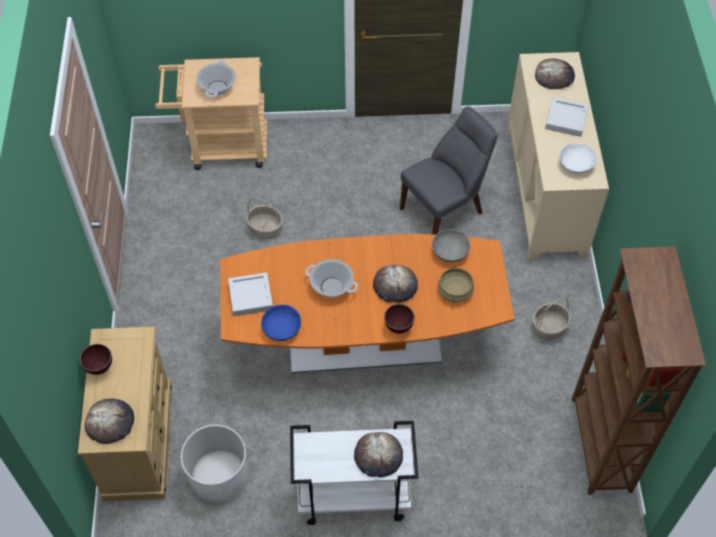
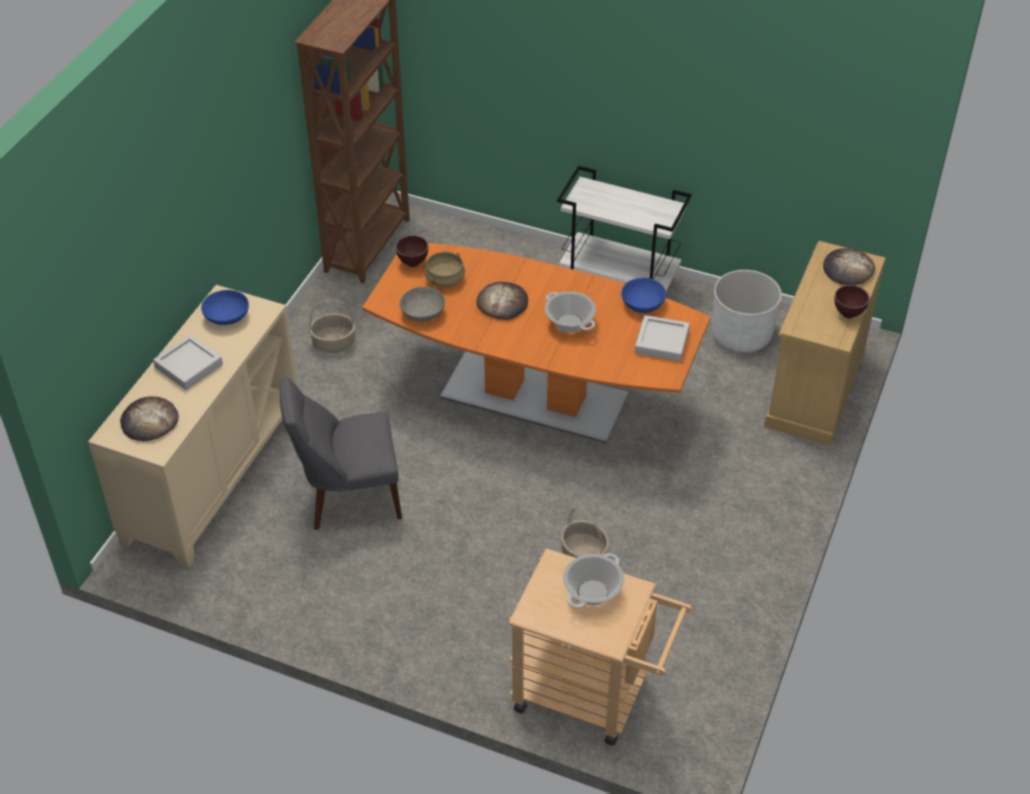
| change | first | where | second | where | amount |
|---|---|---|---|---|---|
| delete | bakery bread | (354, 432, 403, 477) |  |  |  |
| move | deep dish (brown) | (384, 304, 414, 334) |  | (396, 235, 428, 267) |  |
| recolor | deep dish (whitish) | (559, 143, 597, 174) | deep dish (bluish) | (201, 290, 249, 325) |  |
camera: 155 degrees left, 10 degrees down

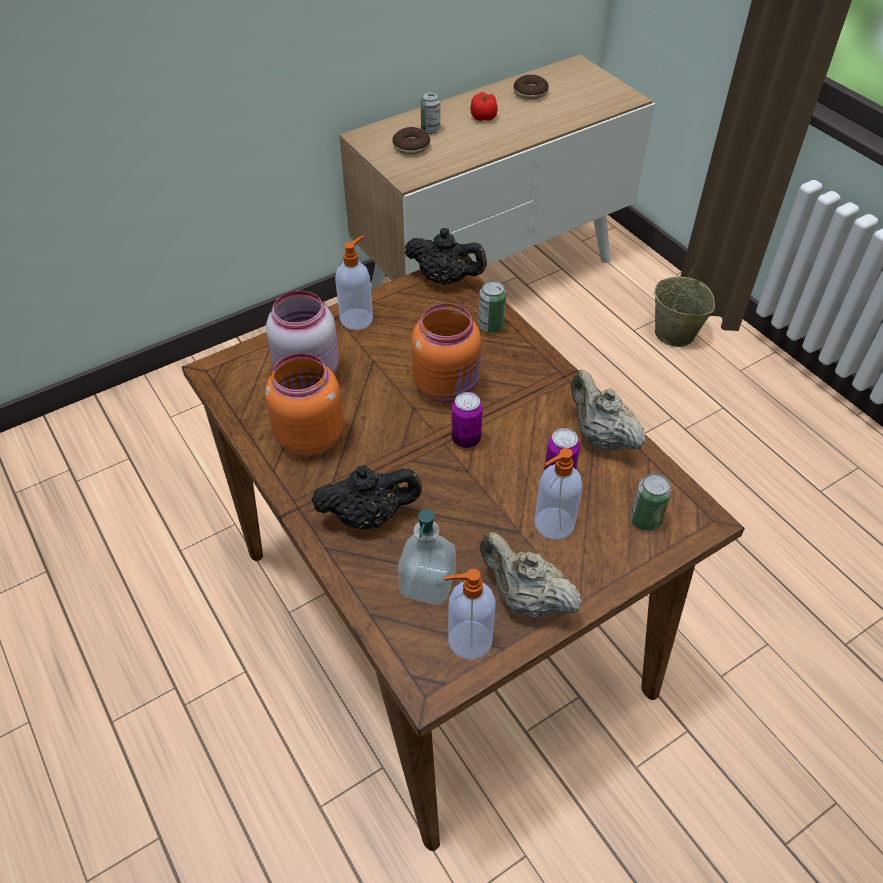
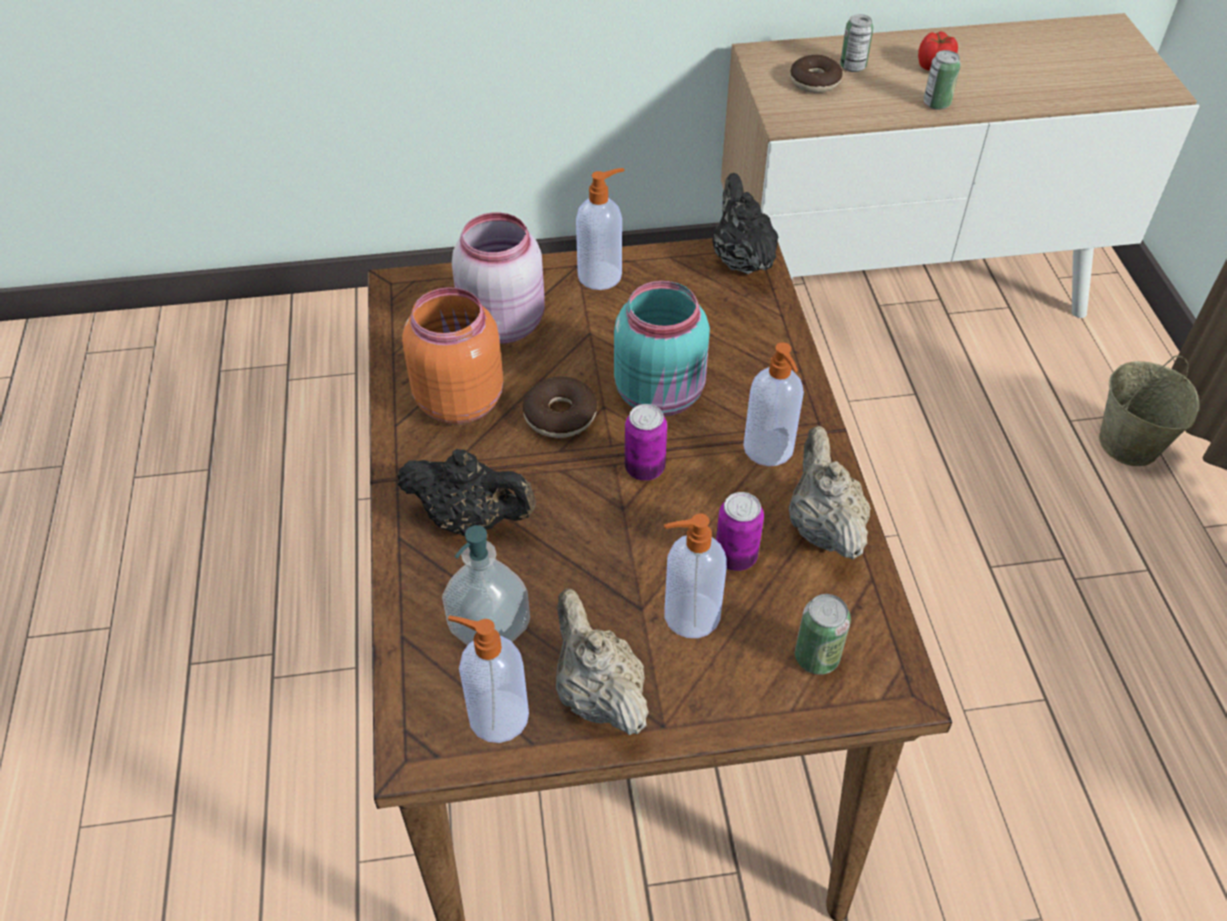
| change | first | where | second | where | amount |
|---|---|---|---|---|---|
| rotate | pot for tea (blackish) | (405, 228, 487, 285) |  | (712, 173, 778, 274) | 150 degrees counterclockwise |
| recolor | jar (orange-coloured) | (411, 303, 481, 403) | jar (turquoise-coloured) | (614, 281, 710, 417) |  |
| move | sealed can | (478, 281, 506, 333) |  | (923, 50, 961, 110) |  |
| move | ring doughnut | (513, 75, 549, 100) |  | (523, 376, 598, 438) |  |
| insert |  |  | liquid soap bottle | (743, 343, 804, 466) |  |
camera: 25 degrees right, 0 degrees up

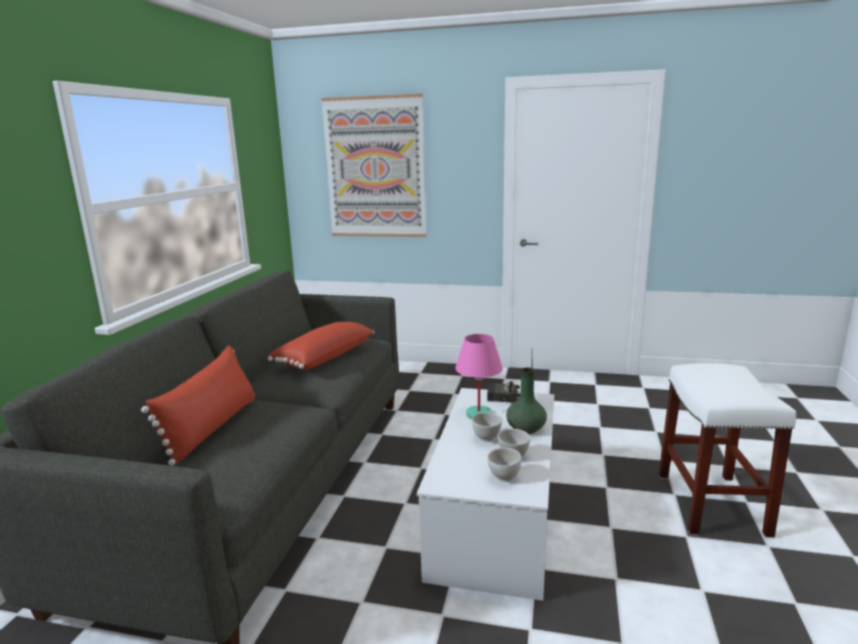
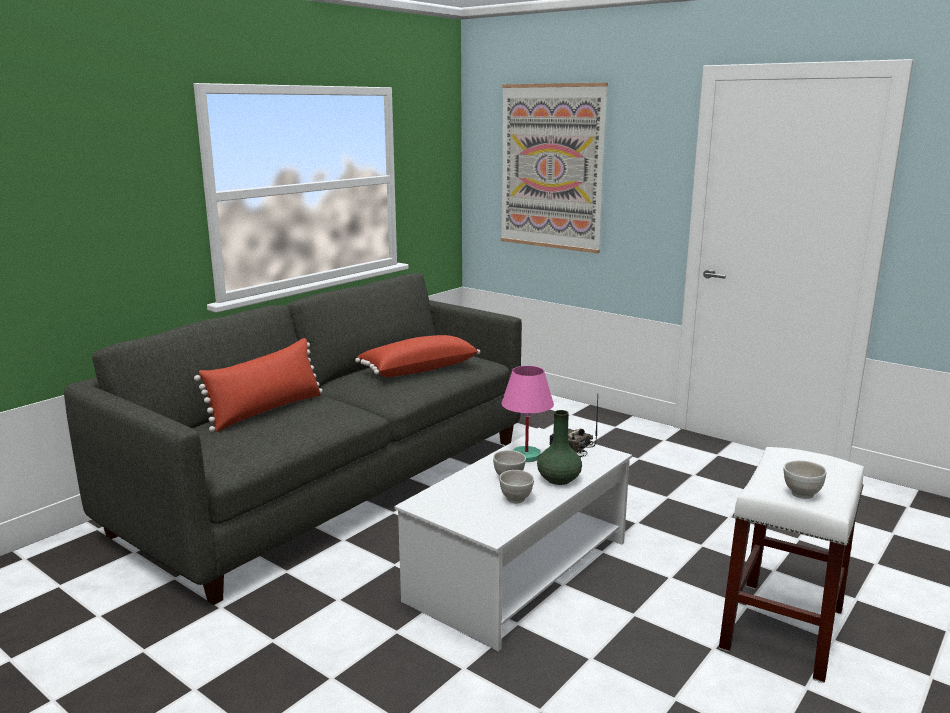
| change | first | where | second | where | amount |
|---|---|---|---|---|---|
| move | deep dish (whitish) | (487, 448, 521, 482) |  | (784, 460, 826, 499) |  |
camera: 25 degrees right, 0 degrees up

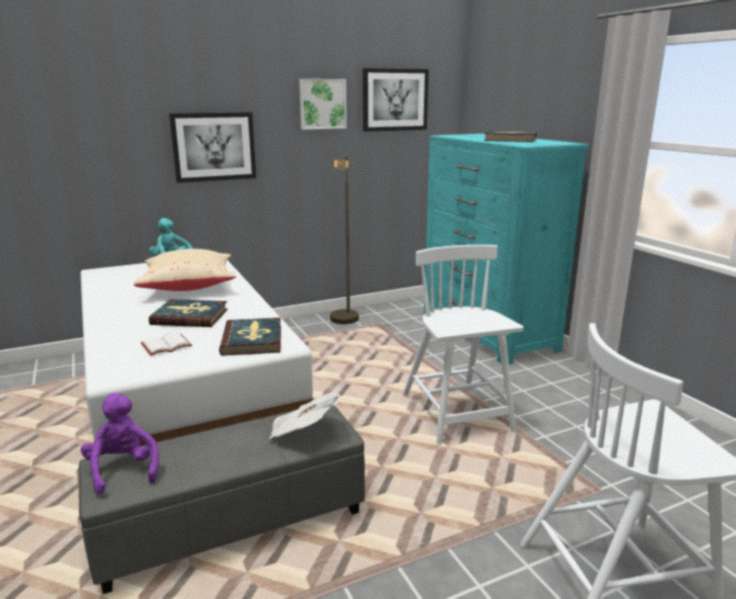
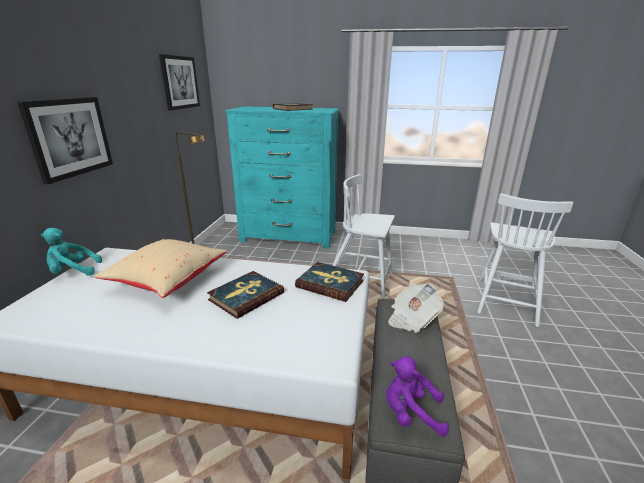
| change | first | where | second | where | amount |
|---|---|---|---|---|---|
| delete | bound book (whitish) | (141, 332, 192, 356) |  |  |  |
| delete | wall art | (299, 79, 347, 130) |  |  |  |
camera: 55 degrees left, 5 degrees up

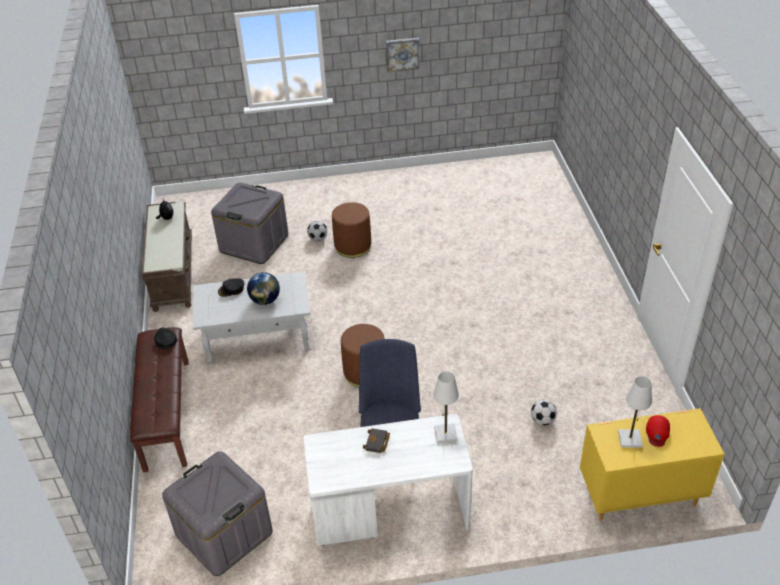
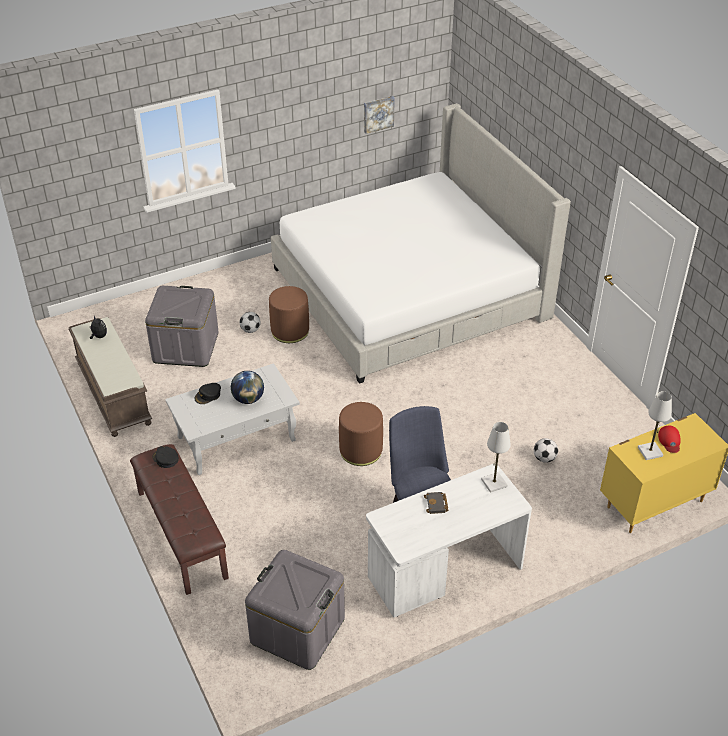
| change | first | where | second | where | amount |
|---|---|---|---|---|---|
| move | wall art | (386, 38, 419, 72) |  | (364, 96, 395, 134) |  |
| insert |  |  | bed | (271, 103, 571, 384) |  |
camera: 20 degrees left, 0 degrees up

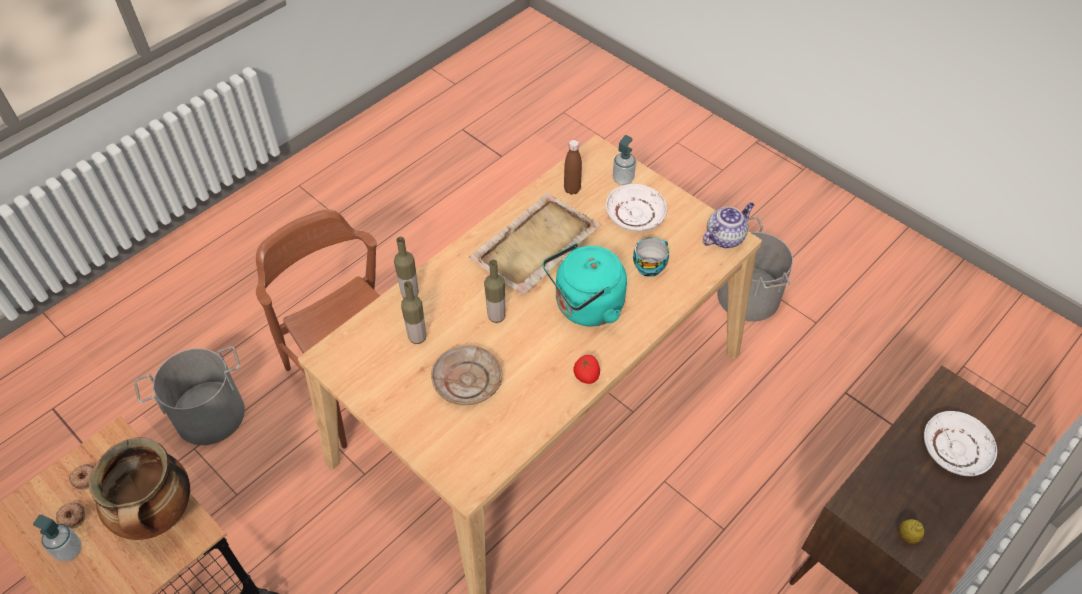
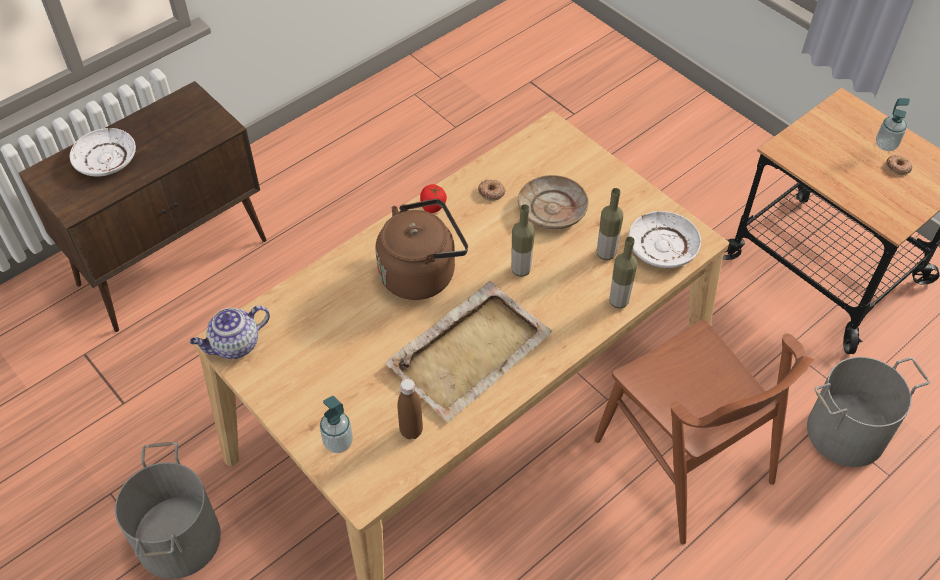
| change | first | where | second | where | amount |
|---|---|---|---|---|---|
| move | ring doughnut | (68, 464, 95, 490) |  | (478, 180, 505, 201) |  |
| delete | cooking pot | (89, 437, 190, 540) |  |  |  |
| recolor | tea kettle (turquoise-coloured) | (543, 243, 627, 326) | tea kettle (brown) | (375, 199, 468, 300) |  |
| move | flat dish (whitish) | (606, 184, 667, 231) |  | (629, 211, 701, 268) |  |
| delete | drinking cup | (633, 237, 669, 277) |  |  |  |
| delete | whole lemon | (898, 519, 924, 544) |  |  |  |
camera: 175 degrees left, 0 degrees up

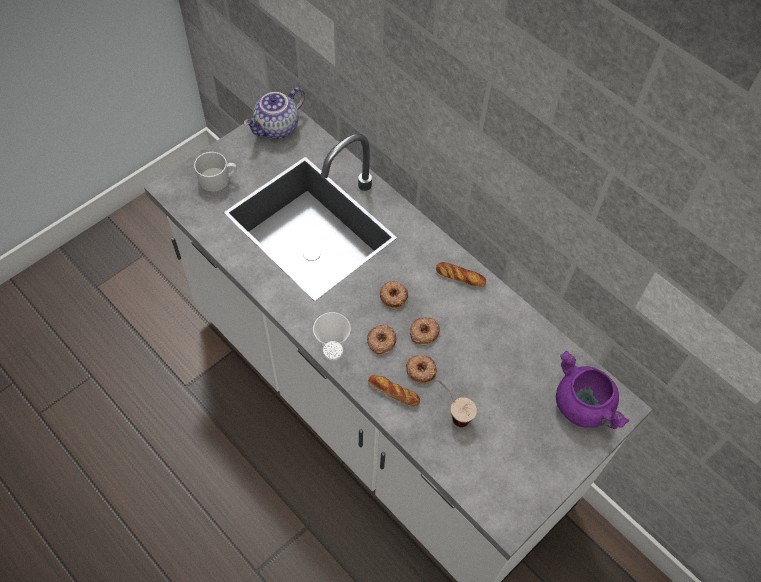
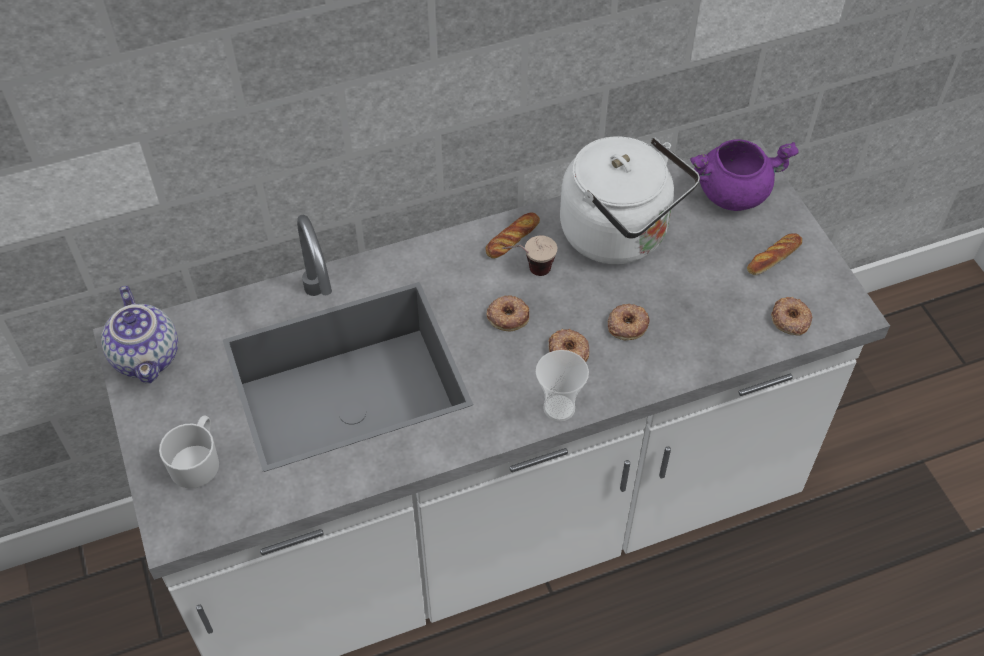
| change | first | where | second | where | amount |
|---|---|---|---|---|---|
| move | bakery bread | (368, 375, 420, 407) |  | (747, 234, 802, 275) |  |
| move | ring doughnut | (410, 317, 440, 346) |  | (771, 297, 812, 336) |  |
| move | drinking cup | (438, 381, 477, 427) |  | (502, 235, 557, 276) |  |
| insert |  |  | tea kettle (whitish) | (560, 136, 700, 264) |  |
camera: 65 degrees left, 5 degrees down

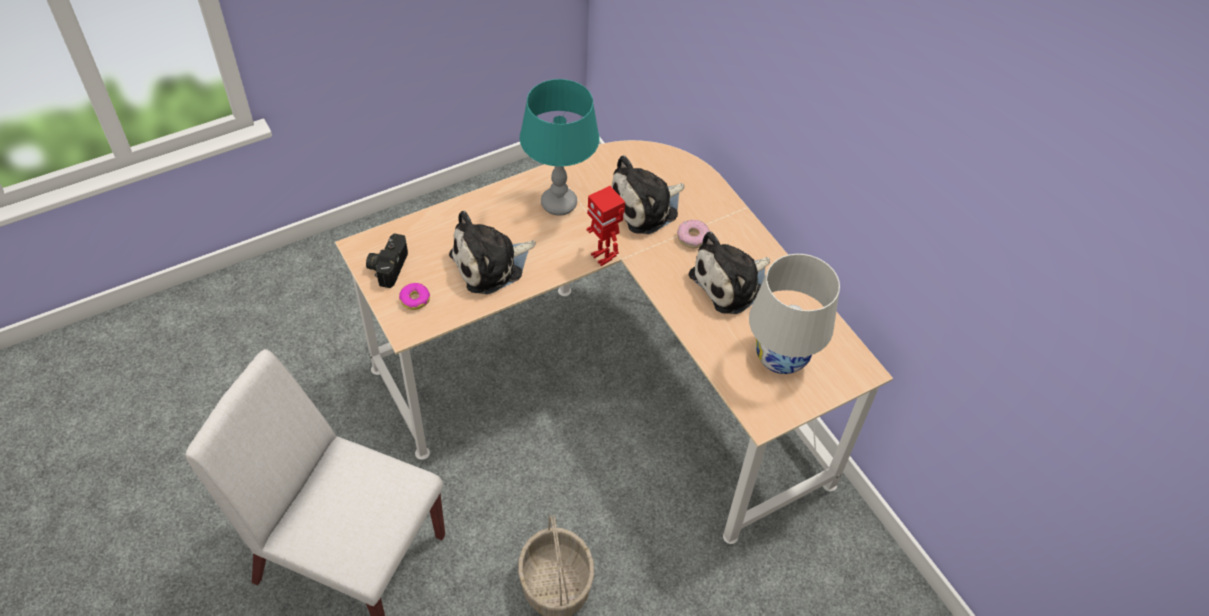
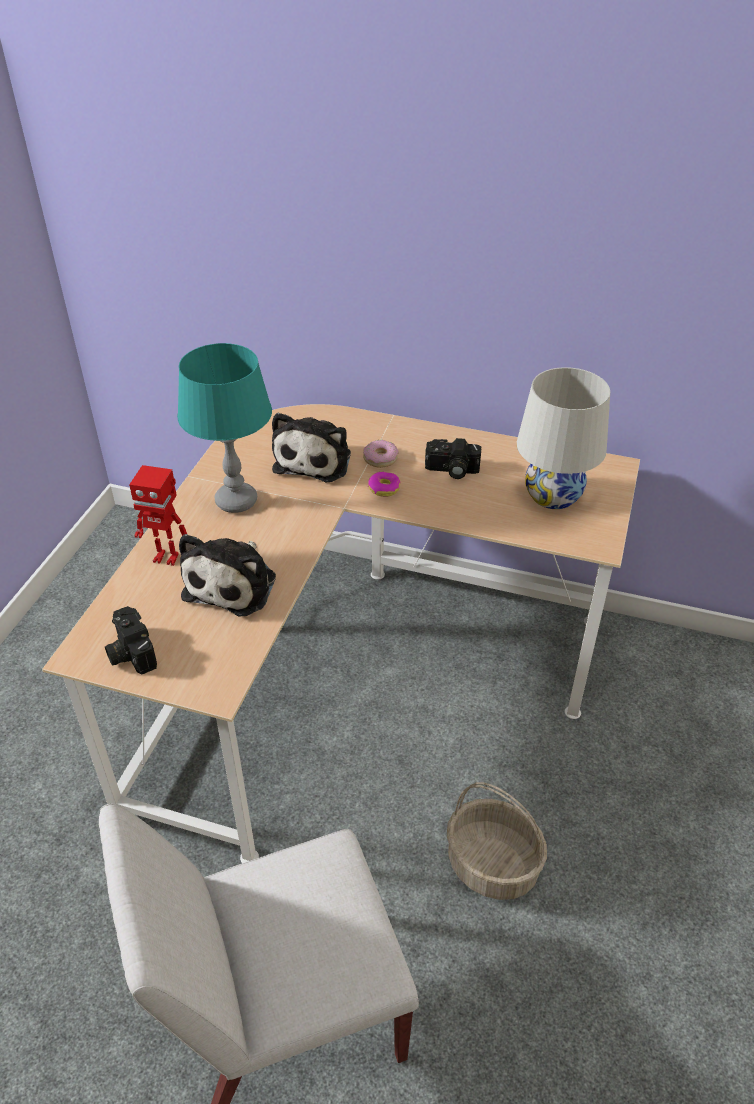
| change | first | where | second | where | amount |
|---|---|---|---|---|---|
| move | ring doughnut | (399, 283, 430, 310) |  | (368, 472, 401, 497) |  |
| move | model robot | (587, 186, 625, 266) |  | (129, 465, 187, 566) |  |
| replace | cuddly toy | (688, 232, 770, 314) | still camera | (425, 438, 482, 479) |  |
camera: 40 degrees left, 10 degrees down

